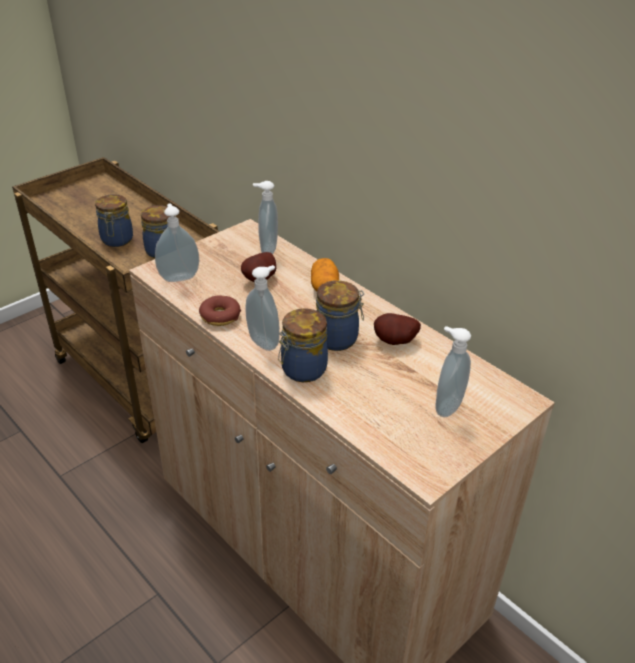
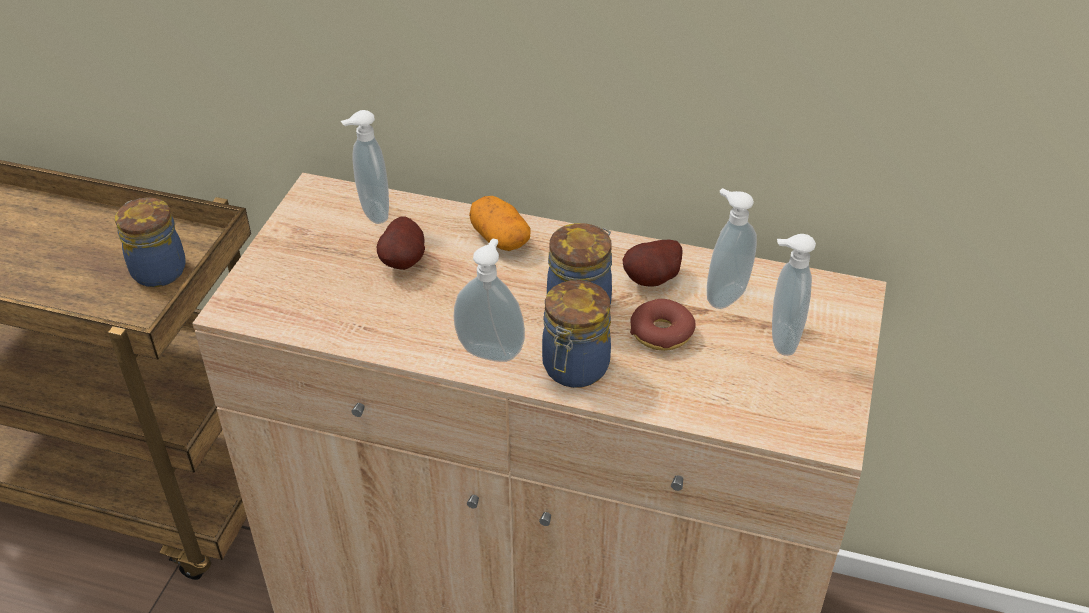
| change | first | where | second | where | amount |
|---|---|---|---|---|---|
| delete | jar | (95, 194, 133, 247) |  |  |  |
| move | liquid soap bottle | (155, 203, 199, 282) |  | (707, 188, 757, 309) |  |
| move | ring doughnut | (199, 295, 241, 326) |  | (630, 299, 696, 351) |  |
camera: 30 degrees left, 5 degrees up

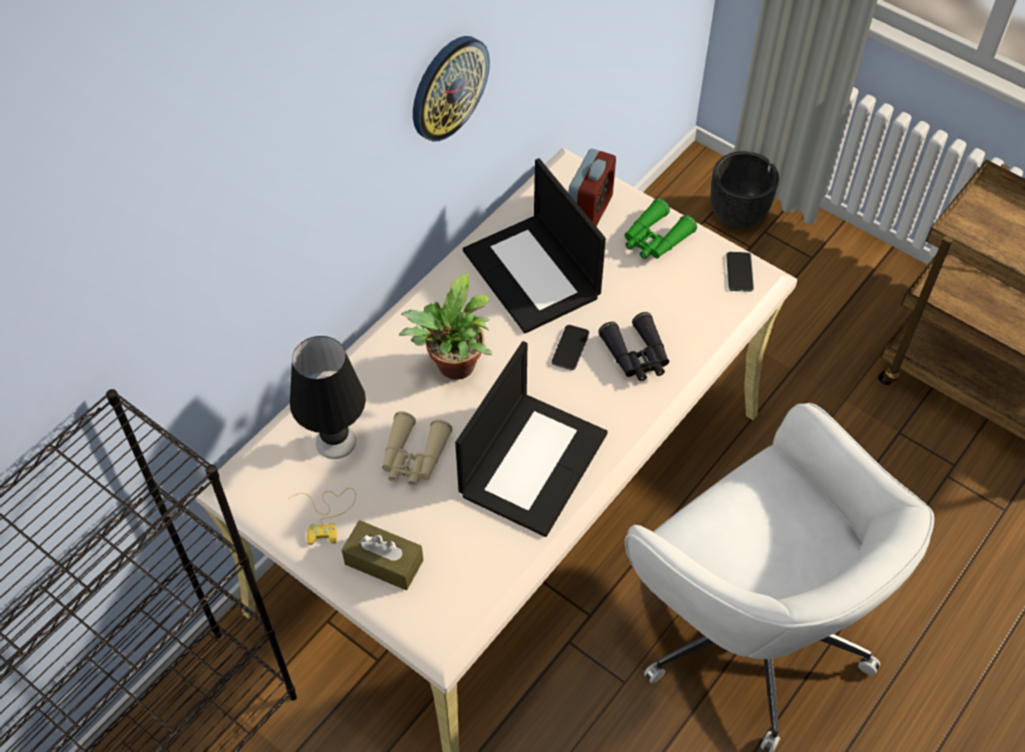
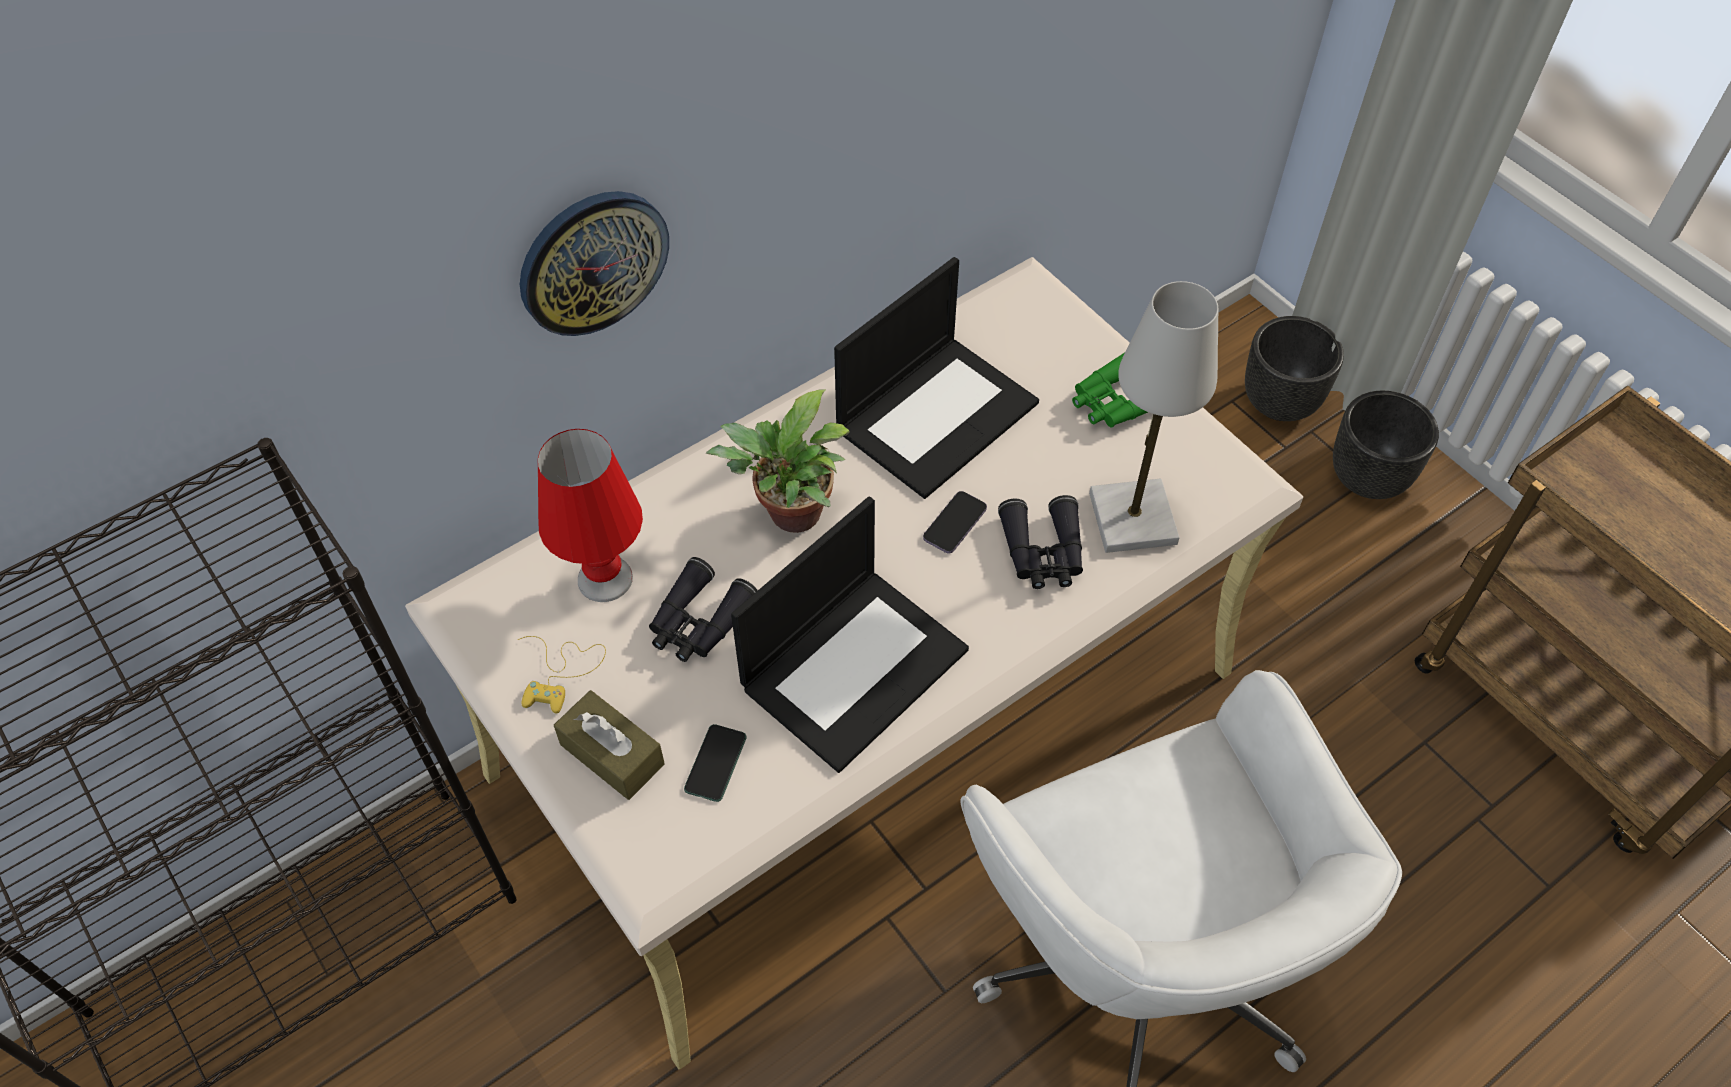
| change | first | where | second | where | amount |
|---|---|---|---|---|---|
| recolor | table lamp (blackish) | (290, 336, 366, 459) | table lamp (red) | (538, 429, 643, 602) |  |
| recolor | field glasses (sand-coloured) | (382, 411, 452, 486) | field glasses (blackish) | (649, 557, 758, 662) |  |
| move | wall clock | (413, 36, 490, 142) |  | (520, 191, 669, 336) |  |
| rotate | notebook computer | (463, 158, 606, 334) |  | (834, 257, 1039, 499) | 120 degrees counterclockwise |
| delete | bedside clock | (568, 148, 616, 226) |  |  |  |
| move | telephone | (726, 252, 754, 292) |  | (684, 724, 747, 802) |  |
| insert |  |  | table lamp (whitish) | (1089, 281, 1219, 553) |  |
| insert |  |  | planter (blackish) | (1333, 390, 1439, 499) |  |
camera: 15 degrees right, 0 degrees up

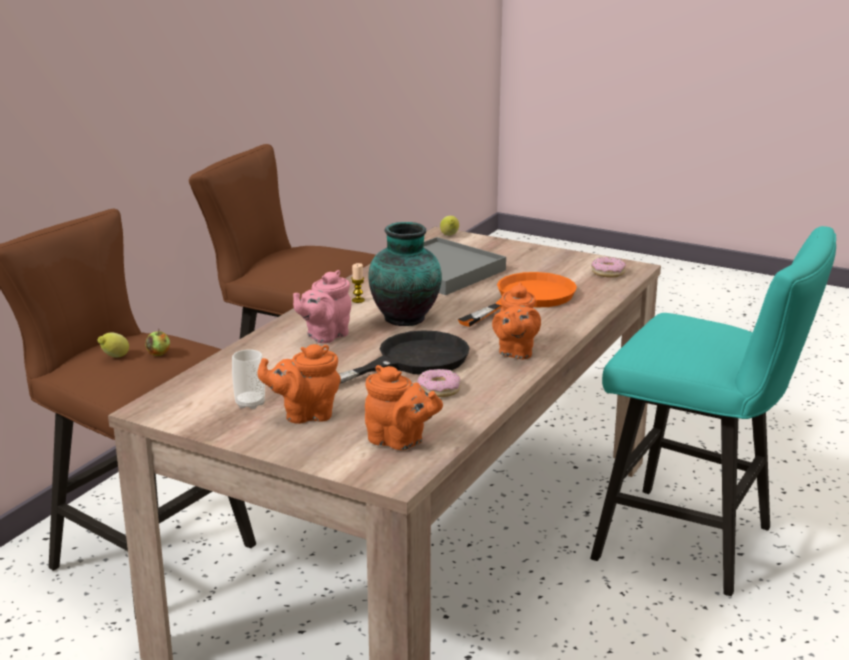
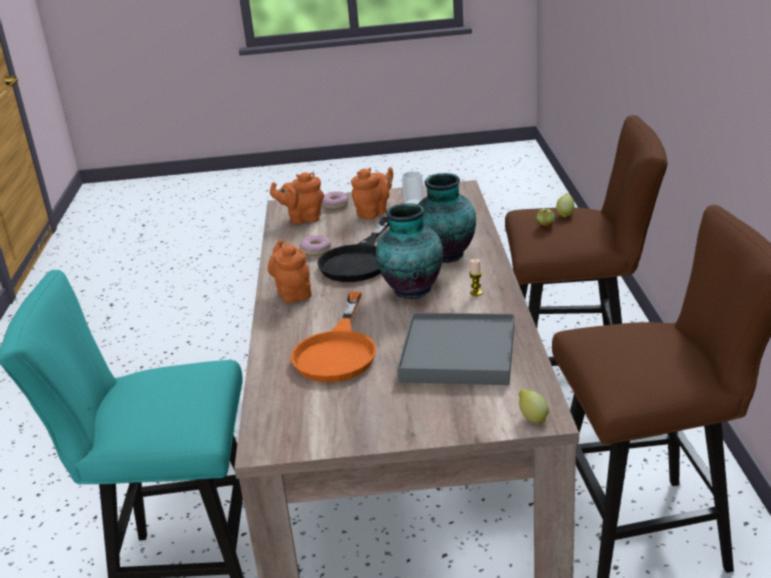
| change | first | where | second | where | amount |
|---|---|---|---|---|---|
| replace | pot for tea (pinkish) | (293, 270, 351, 343) | decorative vase | (418, 173, 476, 263) |  |
| move | ring doughnut | (591, 257, 626, 278) |  | (321, 191, 349, 210) |  |
camera: 150 degrees right, 5 degrees up

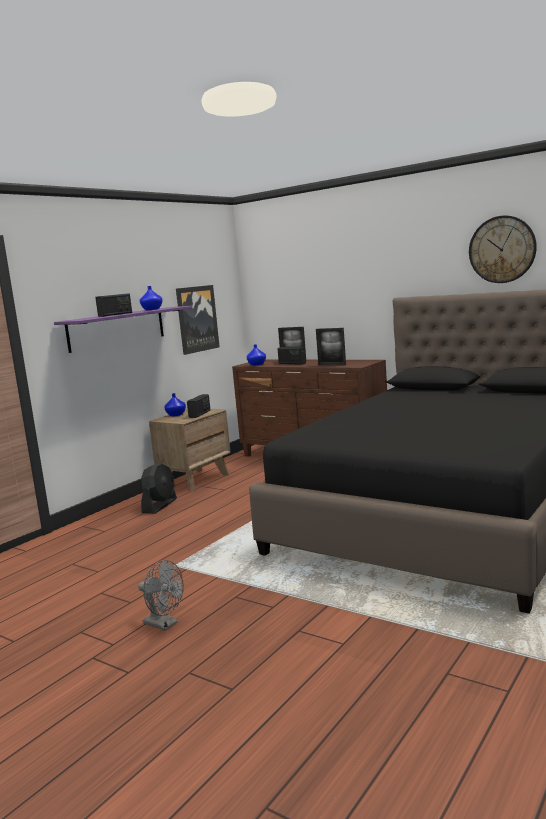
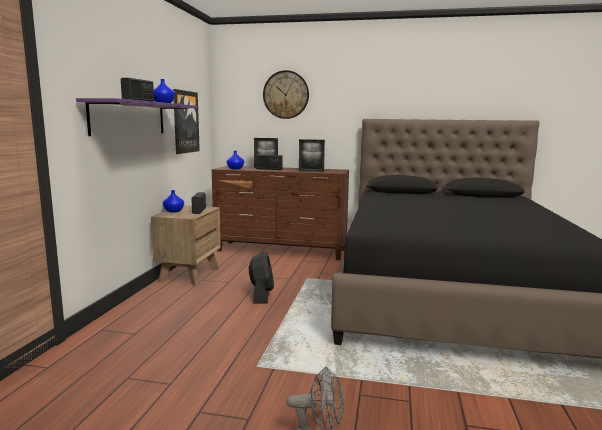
| change | first | where | second | where | amount |
|---|---|---|---|---|---|
| move | fan (blackish) | (141, 462, 177, 514) |  | (249, 253, 274, 303) |  |
| move | wall clock | (469, 215, 537, 283) |  | (263, 70, 309, 119) |  |
camera: 25 degrees left, 0 degrees up

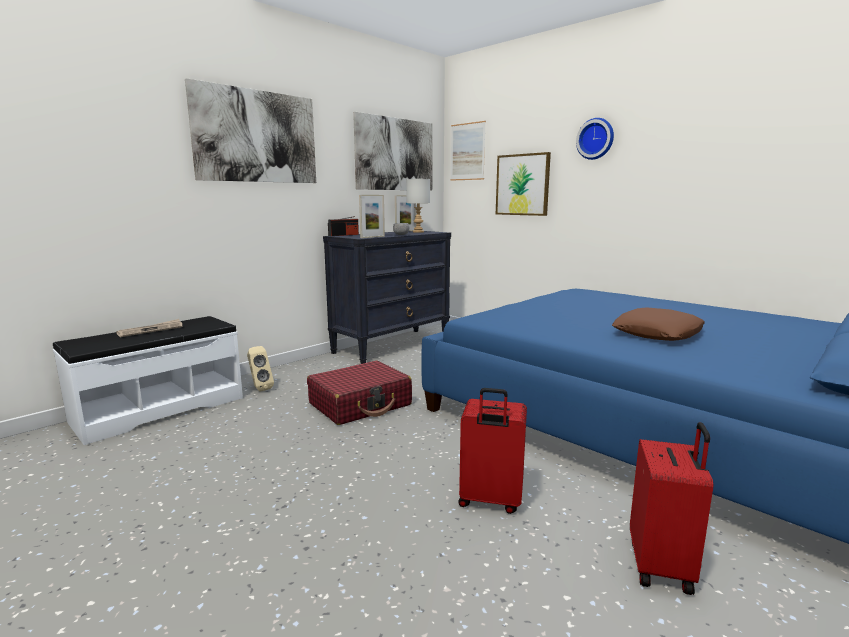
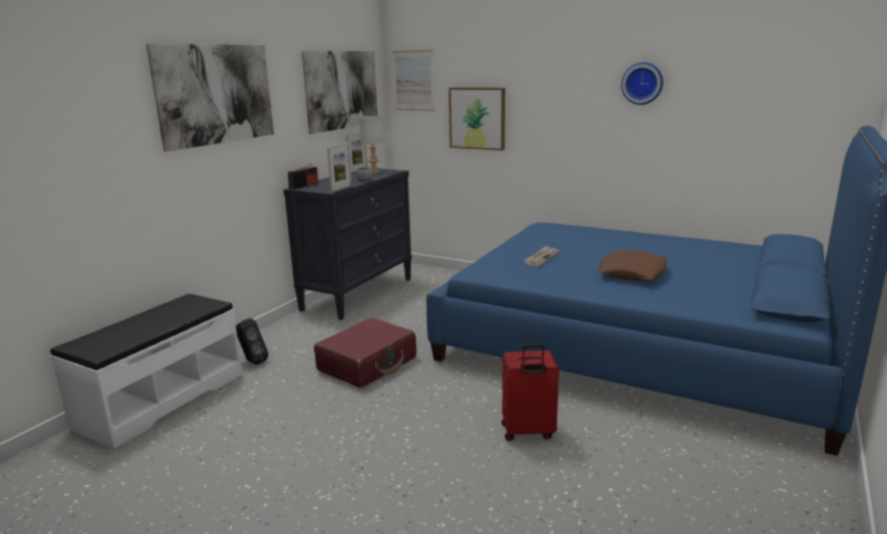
| change | first | where | second | where | amount |
|---|---|---|---|---|---|
| move | printed paper | (116, 319, 183, 337) |  | (524, 246, 560, 267) |  |
| recolor | loudspeaker (sand-coloured) | (247, 346, 274, 392) | loudspeaker (blackish) | (236, 318, 269, 365) |  |
| move | wall clock | (576, 118, 614, 160) |  | (621, 62, 663, 105) |  |
| delete | travel case (red) | (630, 422, 713, 595) |  |  |  |
camera: 15 degrees left, 5 degrees up

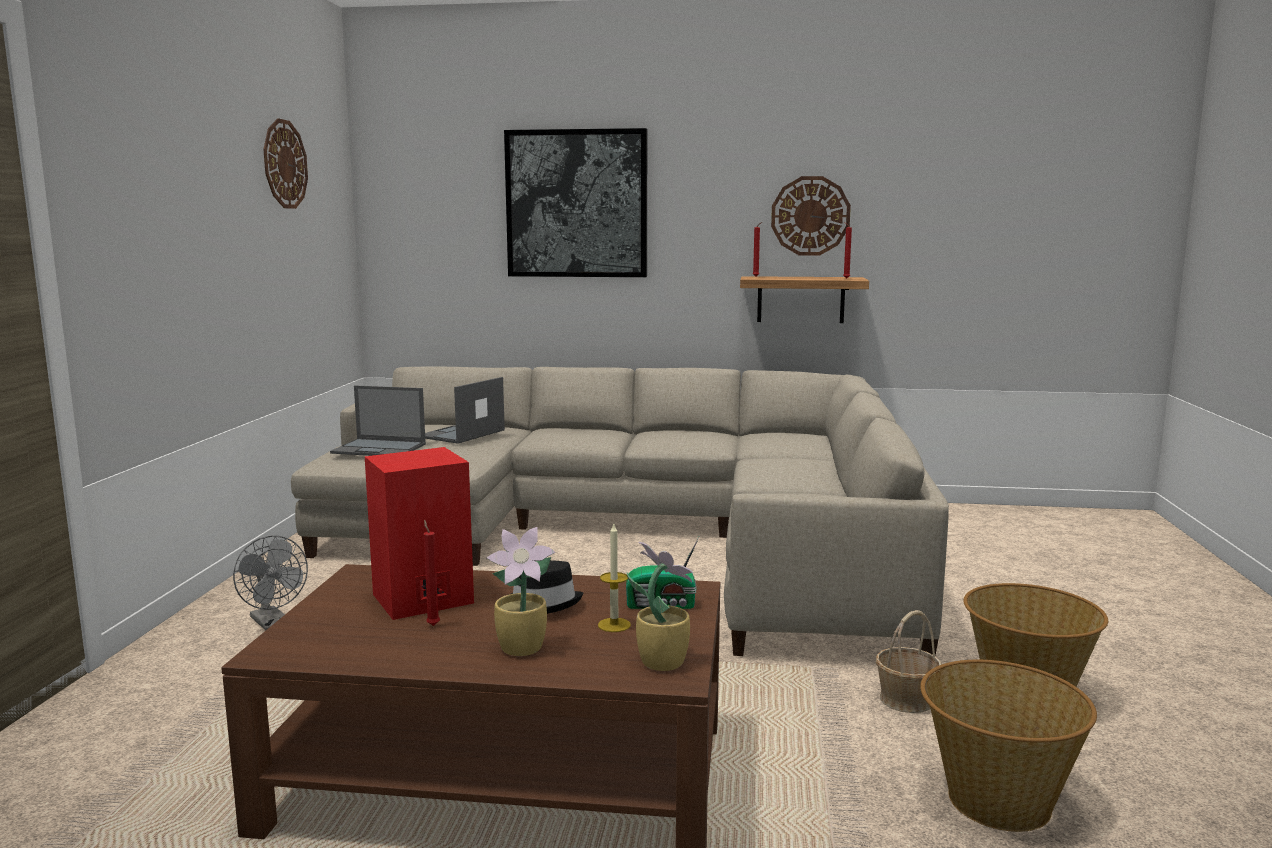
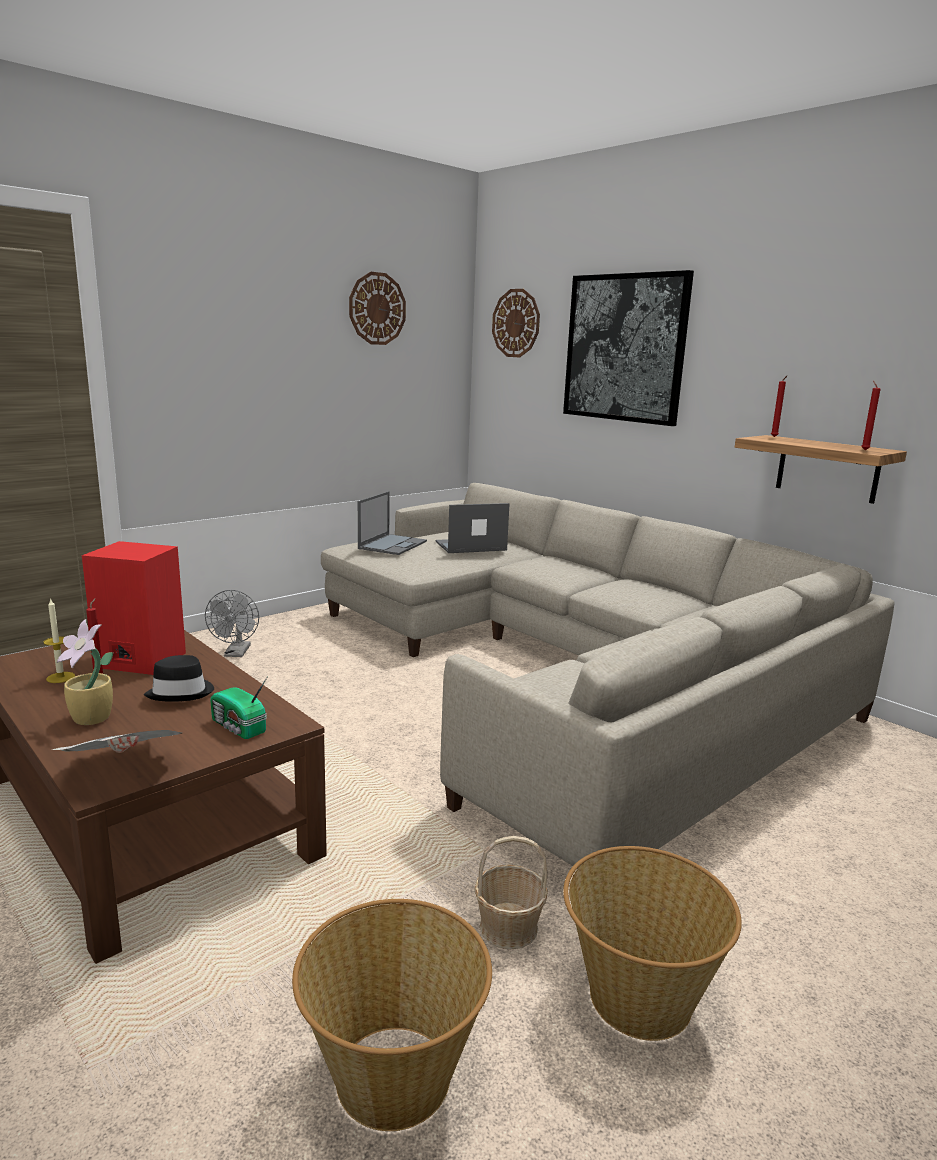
| change | first | where | second | where | amount |
|---|---|---|---|---|---|
| rotate | notebook computer | (330, 385, 426, 456) |  | (358, 491, 427, 555) | 120 degrees counterclockwise |
| move | wax light | (598, 524, 631, 632) |  | (44, 598, 75, 683) |  |
| replace | houseplant | (627, 542, 693, 671) | printed paper | (52, 730, 182, 753) |  |
| move | wall clock | (771, 176, 851, 256) |  | (492, 289, 540, 357) |  |
camera: 40 degrees right, 5 degrees up

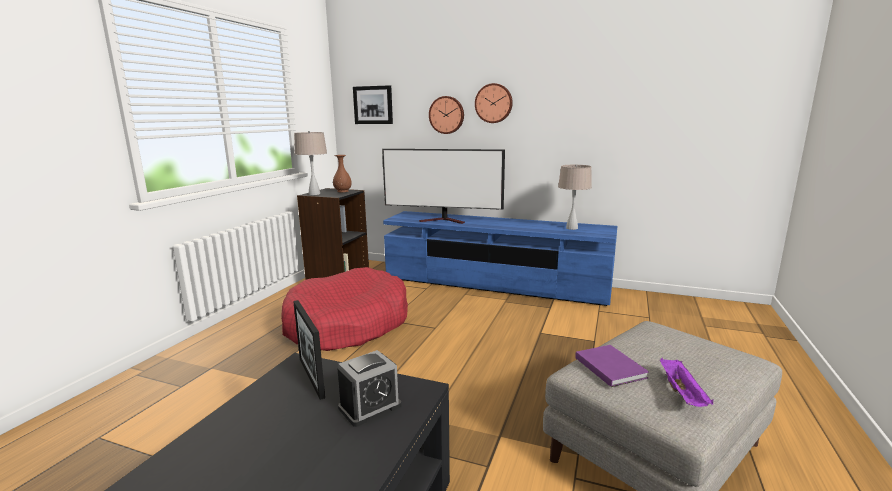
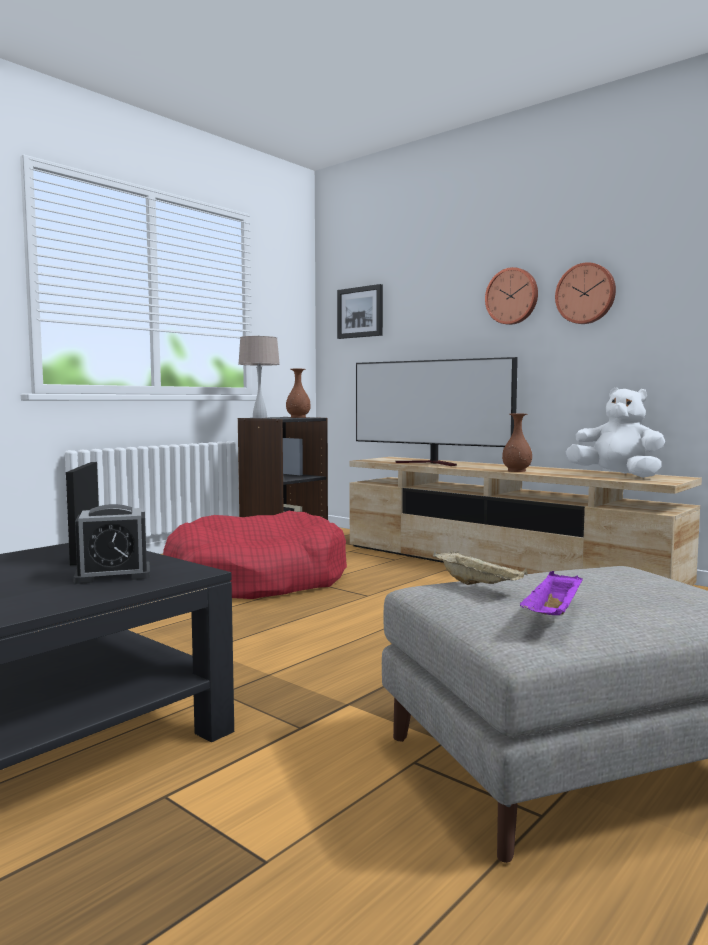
| change | first | where | second | where | amount |
|---|---|---|---|---|---|
| recolor | tv unit (bluish) | (383, 211, 617, 306) | tv unit (sand-coloured) | (350, 457, 702, 586) |  |
| move | wall clock | (429, 96, 464, 134) |  | (555, 262, 616, 324) |  |
| replace | table lamp (sand-coloured) | (558, 164, 592, 230) | cuddly toy (whitish) | (566, 387, 665, 478) |  |
| replace | bound book (purple) | (575, 345, 649, 387) | tray (sand-coloured) | (433, 551, 528, 585) |  |
| insert |  |  | decorative vase (brown) | (502, 414, 532, 472) |  |
camera: 20 degrees right, 10 degrees down

